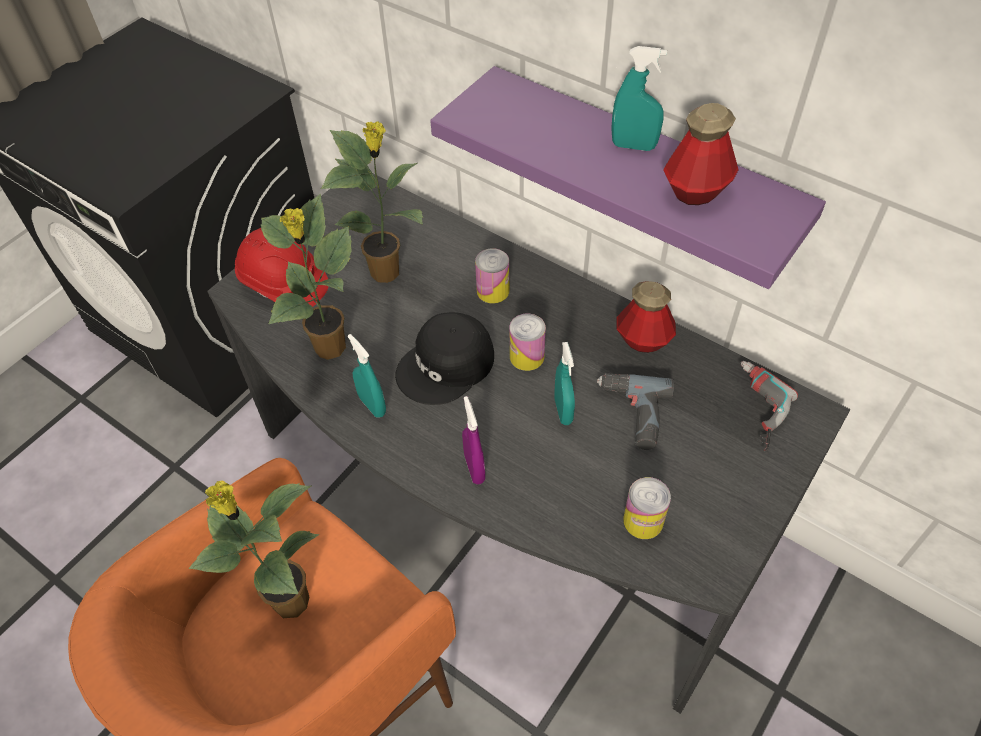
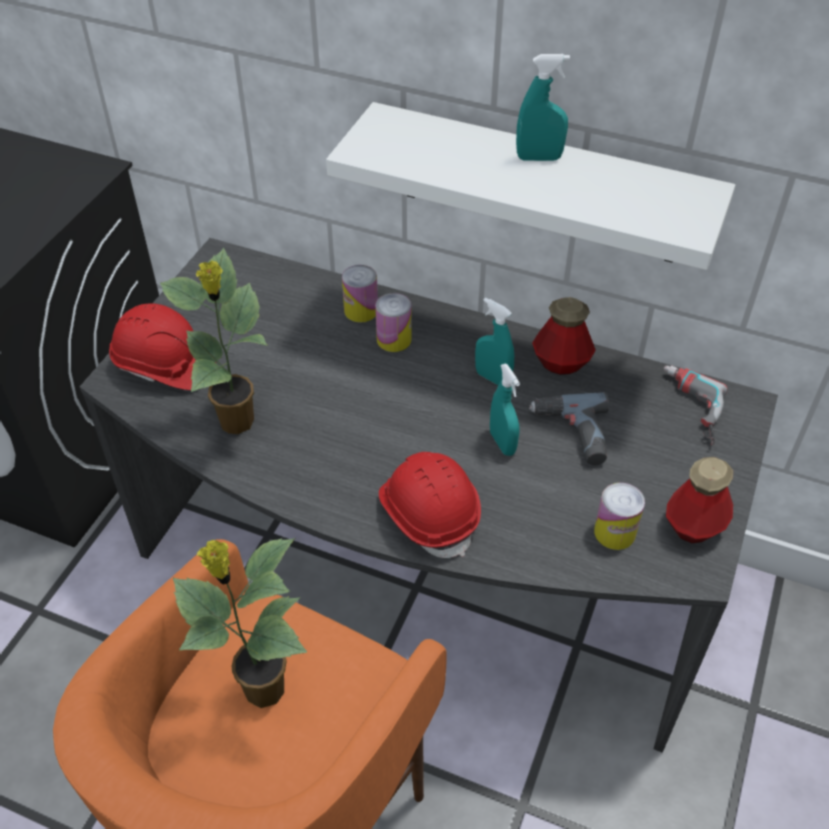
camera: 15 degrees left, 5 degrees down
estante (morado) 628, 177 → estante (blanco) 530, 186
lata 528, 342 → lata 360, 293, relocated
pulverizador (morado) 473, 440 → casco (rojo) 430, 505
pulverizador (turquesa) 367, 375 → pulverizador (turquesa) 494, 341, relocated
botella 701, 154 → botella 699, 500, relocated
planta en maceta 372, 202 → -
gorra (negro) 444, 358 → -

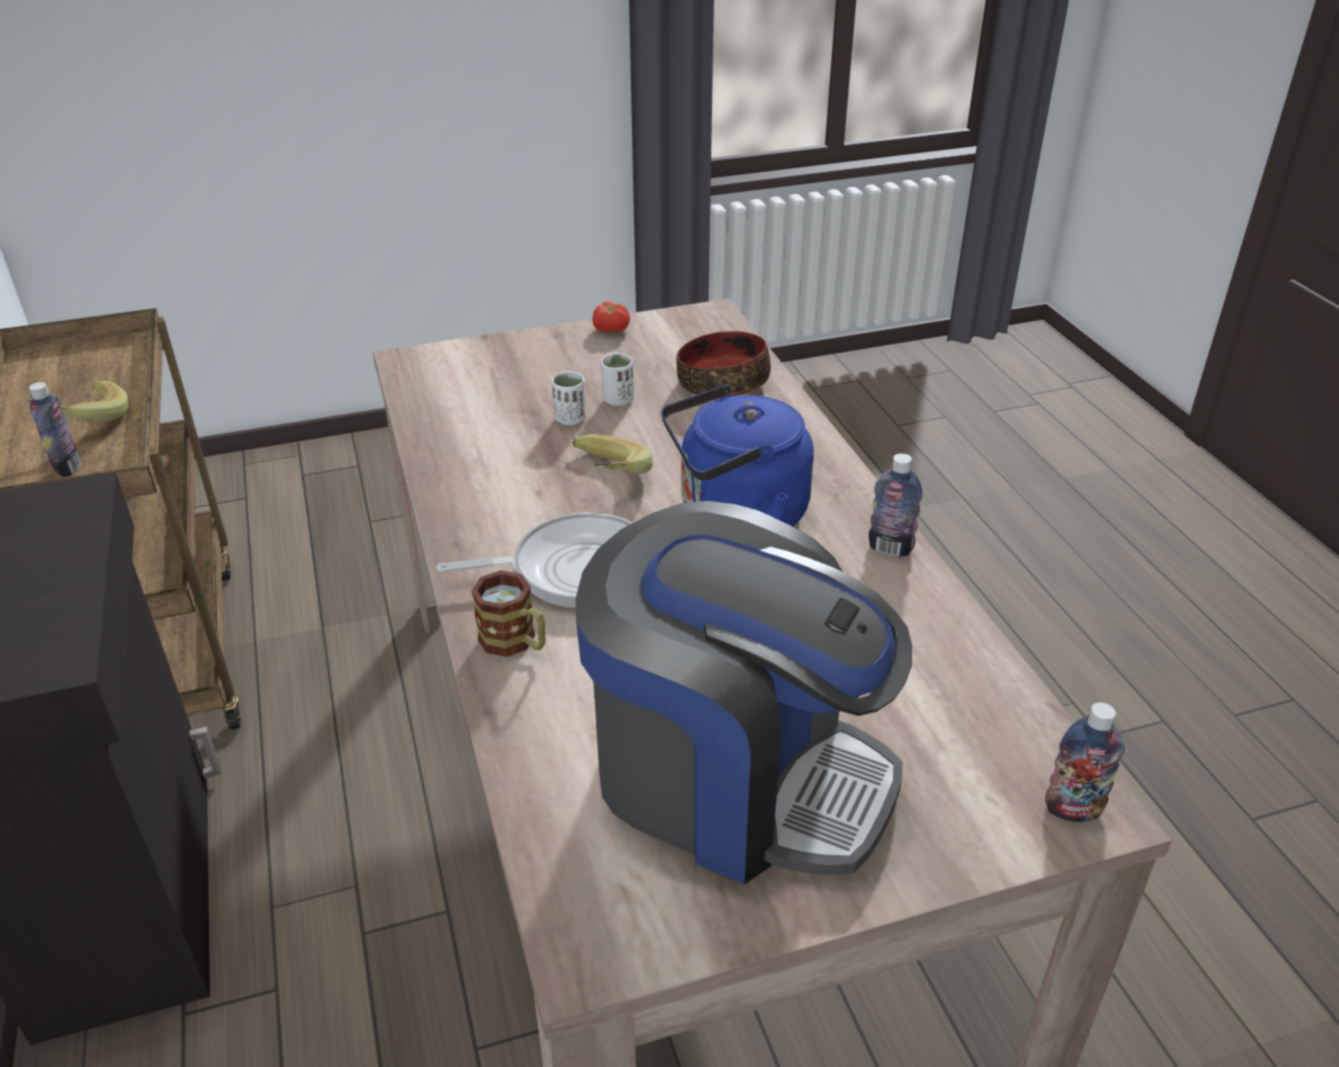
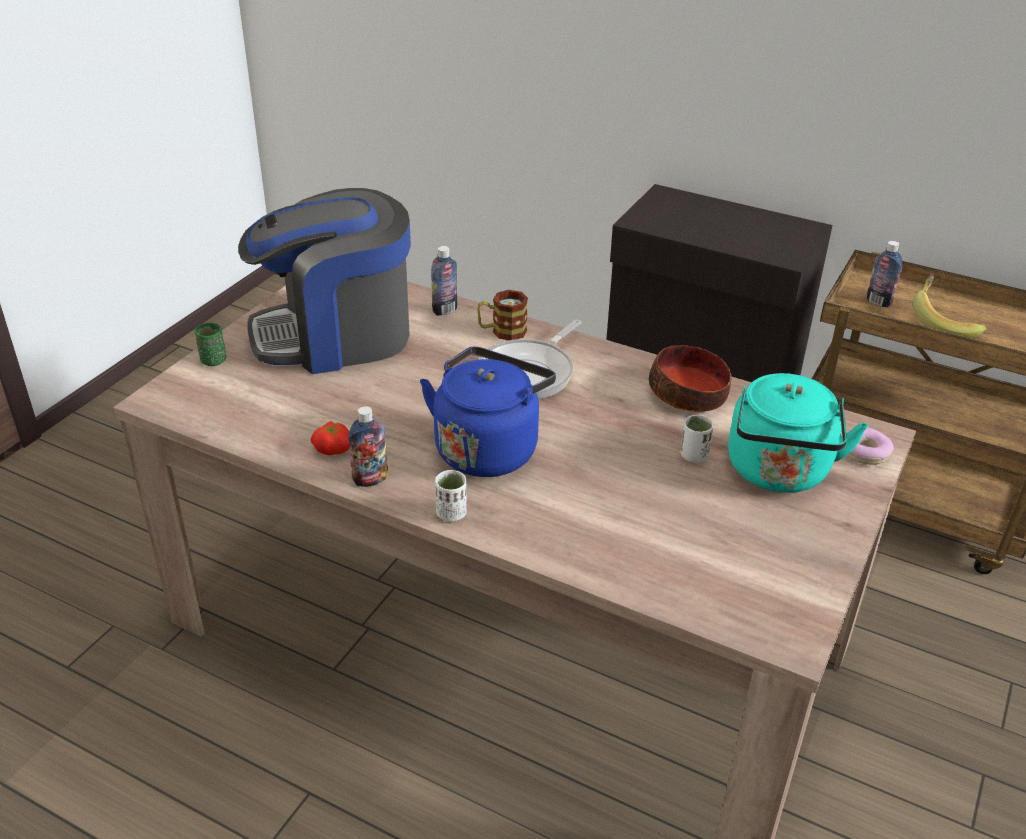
camera: 135 degrees right, 0 degrees up
- → taza (verde) 210, 344
tomate 611, 316 → tomate 330, 438, relocated
botella 1085, 762 → botella 444, 281, relocated
taza (blanco) 617, 379 → taza (blanco) 451, 496, relocated
cuenco 723, 363 → cuenco 690, 378, relocated
- → hervidor (turquesa) 798, 433
- → rosquilla 870, 446
plátano 612, 454 → -

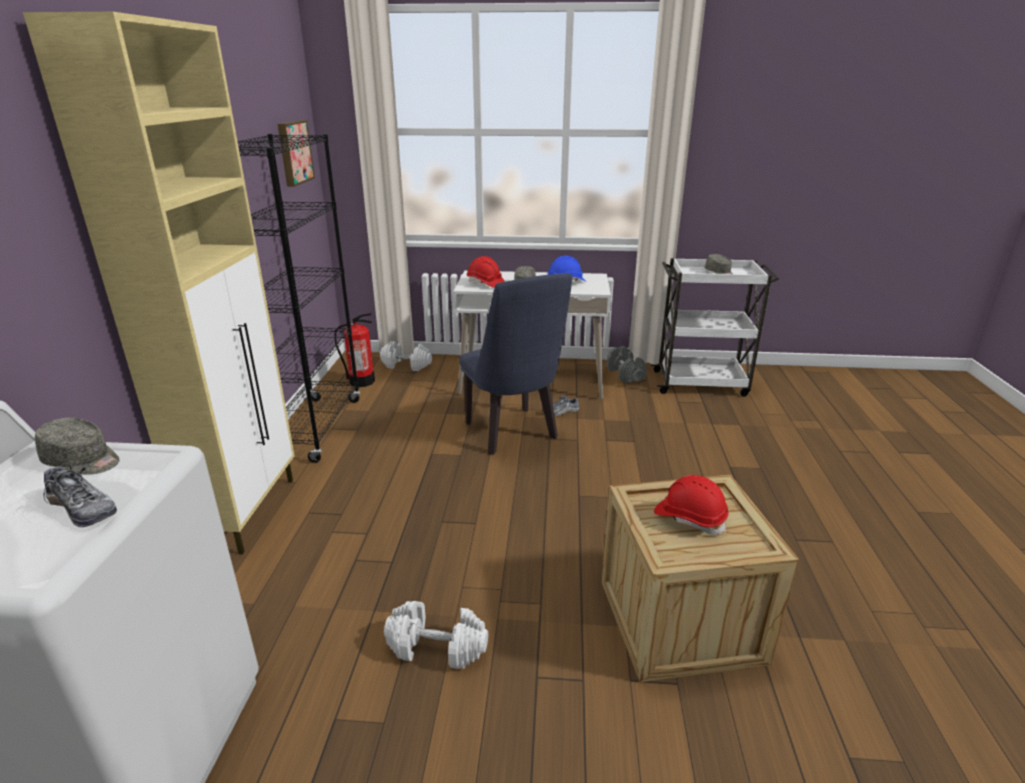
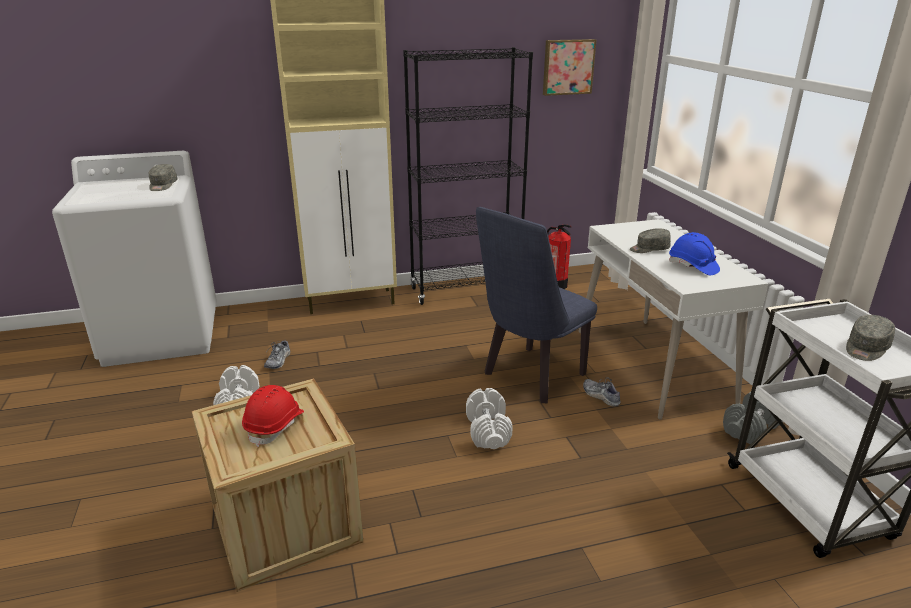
camera: 70 degrees right, 0 degrees up
zapato 80, 495 → zapato 277, 355, relocated
mancuerna (blanco) 406, 356 → mancuerna (blanco) 489, 418, relocated
casco (rojo) 486, 272 → -

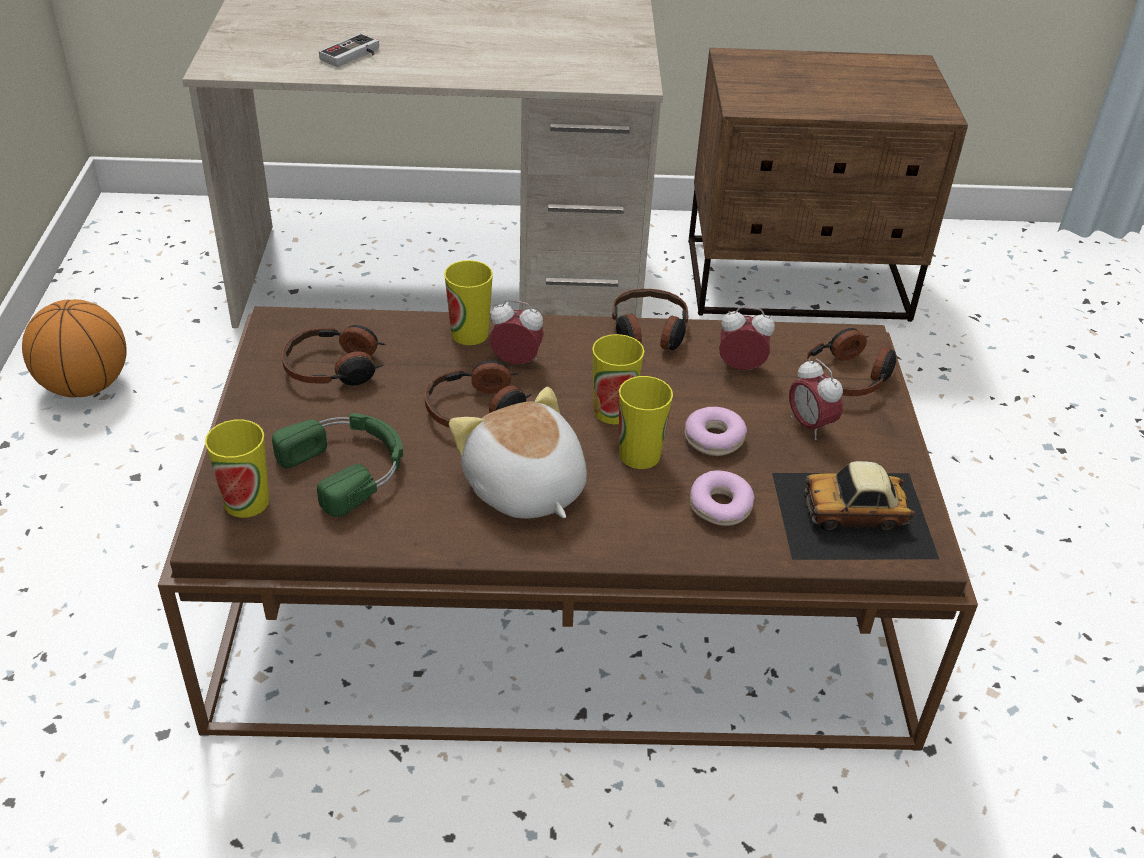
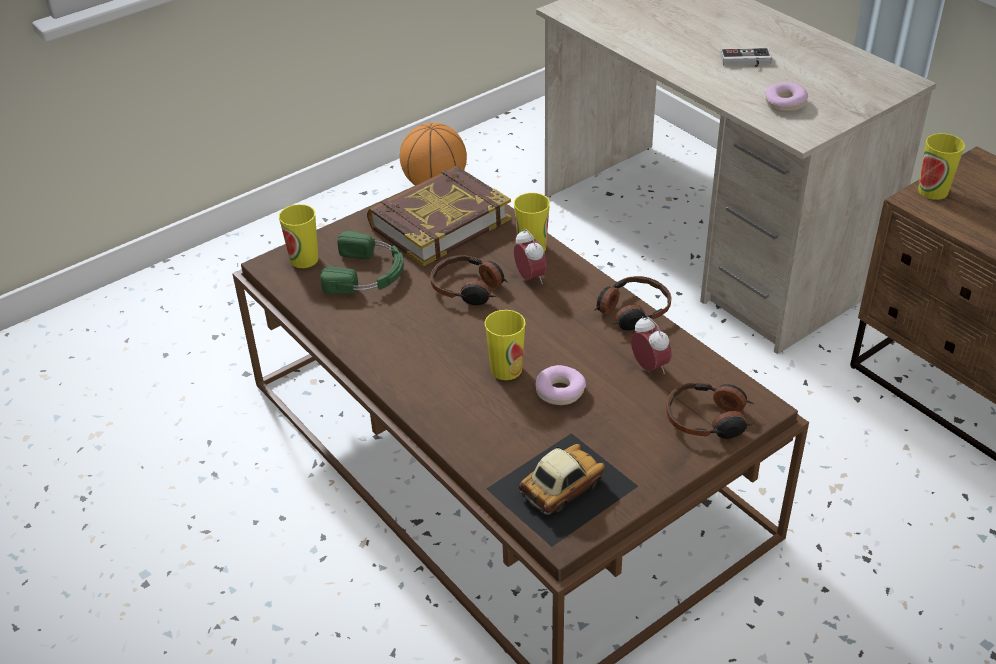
camera: 55 degrees right, 0 degrees up
auriculares 334, 355 → libro 439, 216
coche de juguete 856, 510 → coche de juguete 562, 490, 90 degrees clockwise
mando de consola 349, 50 → mando de consola 746, 57, relocated
rosquilla 722, 498 → rosquilla 786, 97, relocated
taza 618, 379 → taza 941, 166, relocated
peluche 518, 453 → -
despertador 816, 399 → -

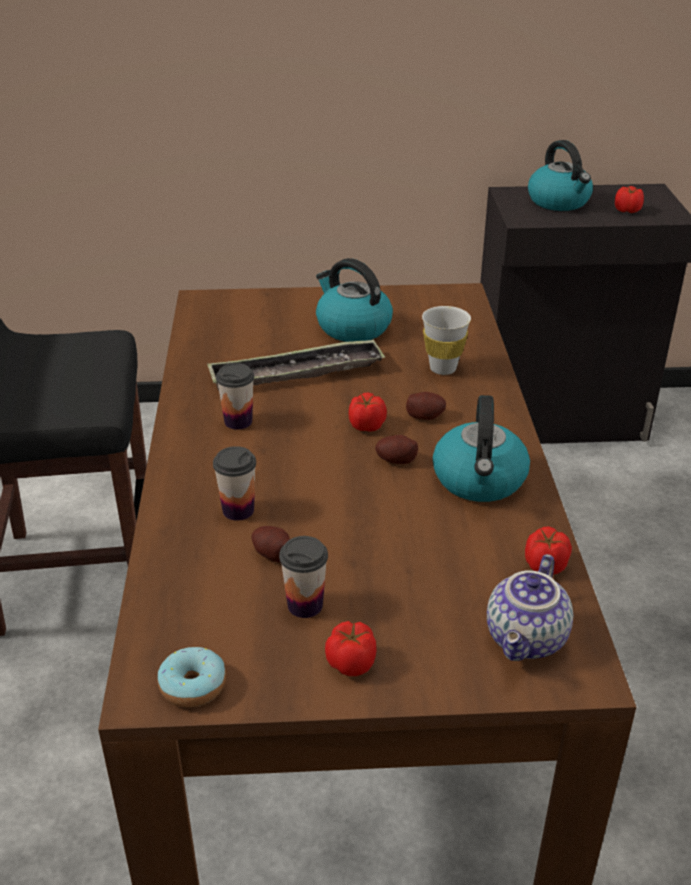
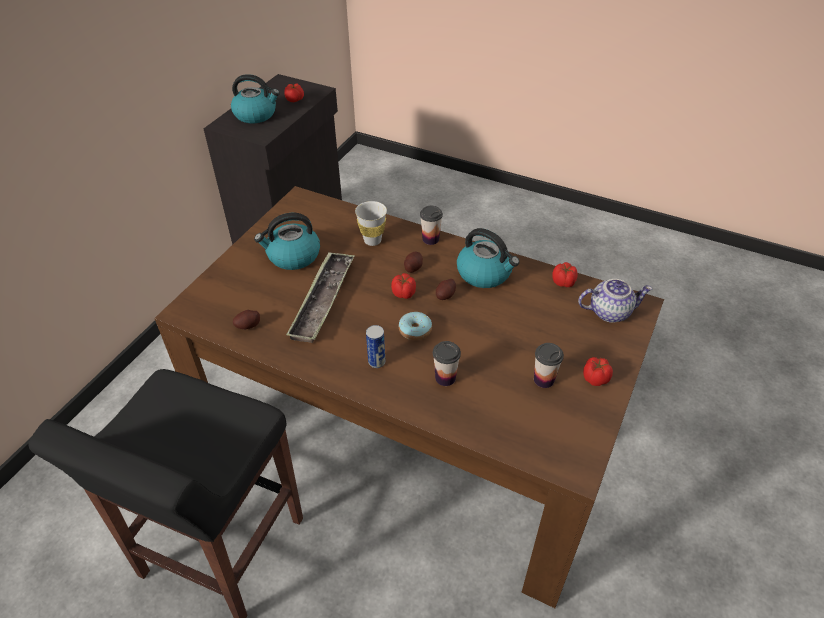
camera: 60 degrees left, 10 degrees up
patata 271, 544 → patata 246, 319, relocated
- → lata 375, 346
rosquilla 191, 677 → rosquilla 415, 326, relocated
taza 235, 396 → taza 431, 225, relocated
tetera 530, 607 → tetera 615, 301, 60 degrees counterclockwise

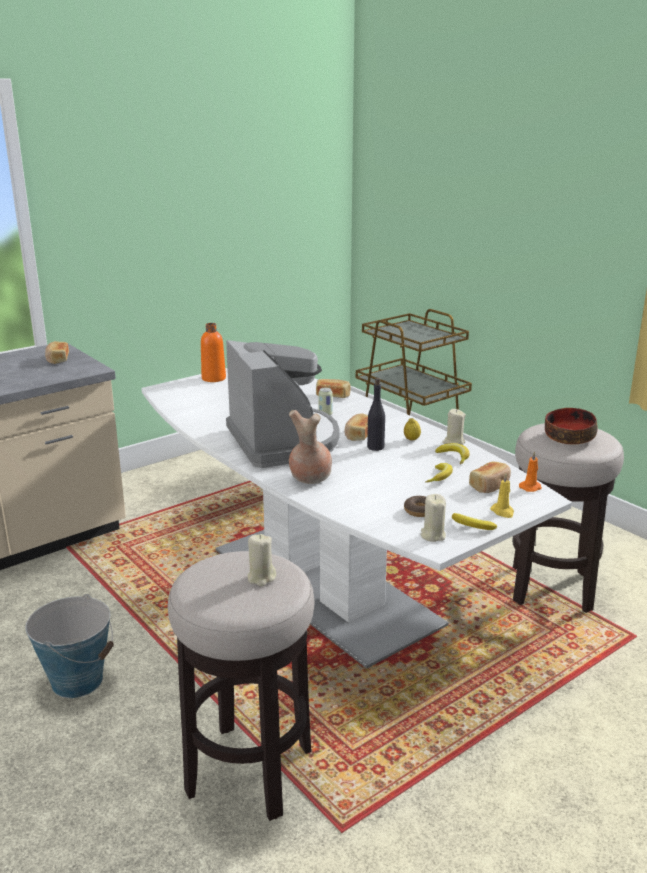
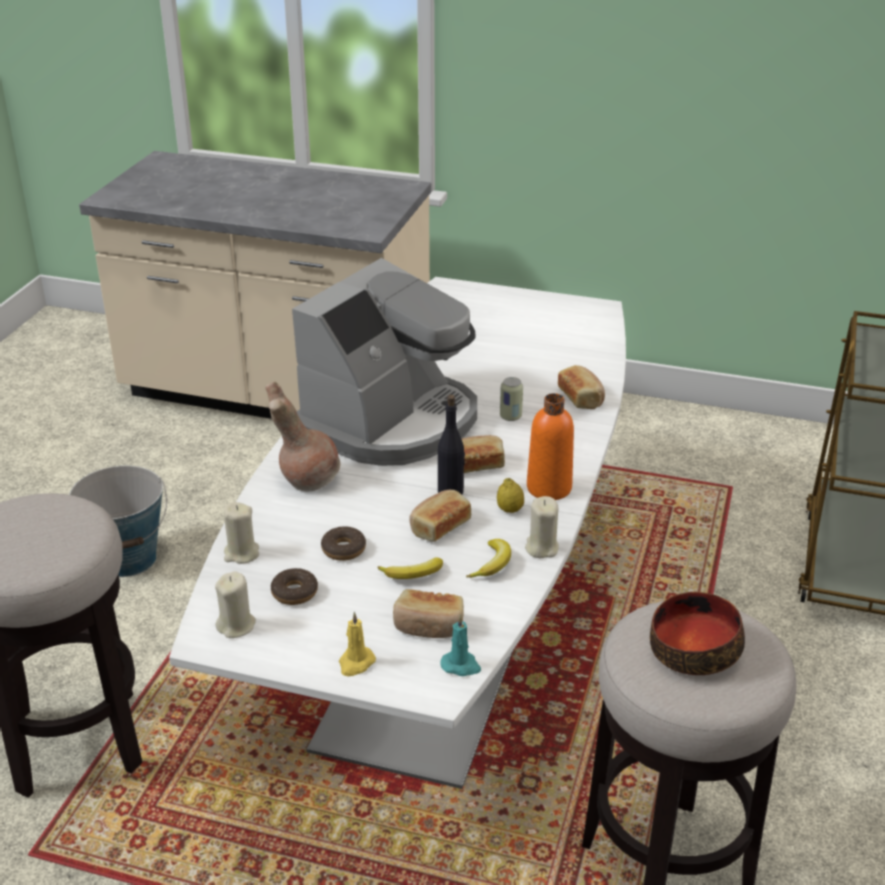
camera: 55 degrees right, 10 degrees up
vela (beis) 261, 560 → vela (beis) 241, 533, relocated
- → rosquilla 343, 543
pan 57, 352 → pan 440, 516, relocated
vela (naranja) 530, 471 → vela (turquesa) 460, 645
botella (naranja) 213, 352 → botella (naranja) 550, 446, relocated
plátano 474, 521 → -

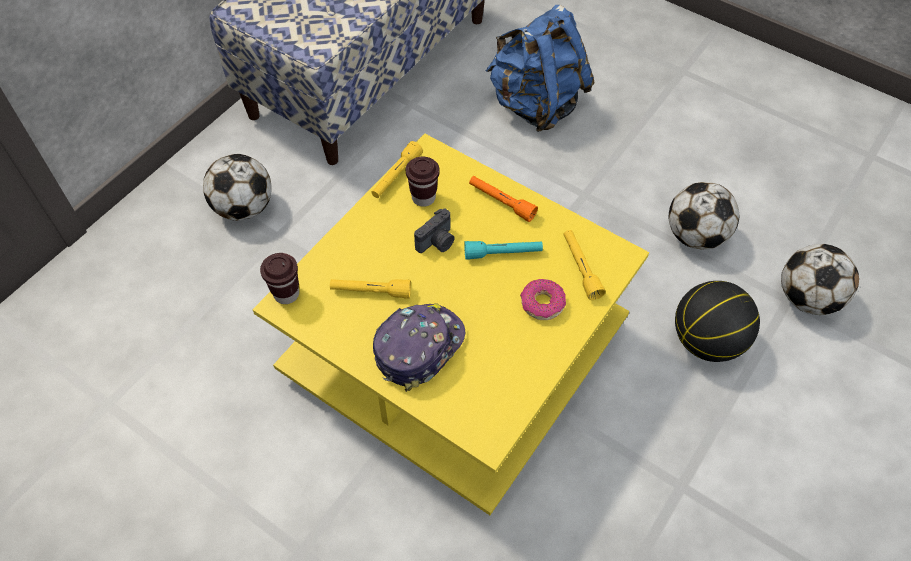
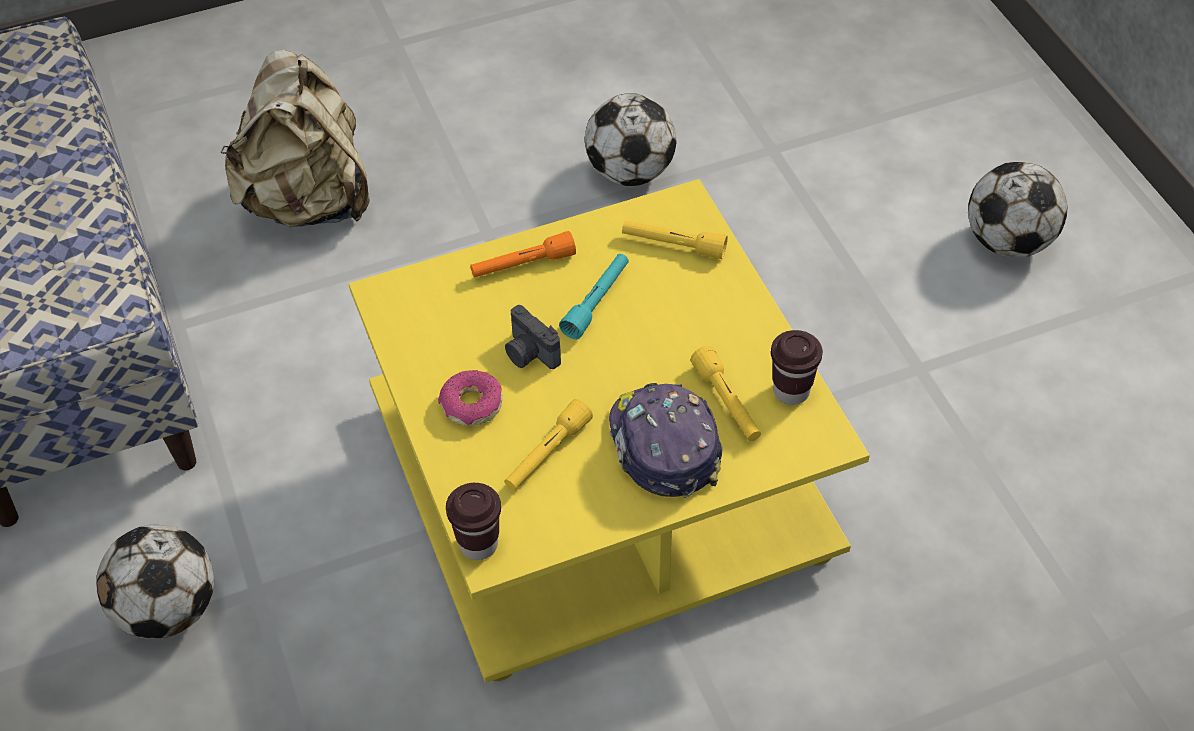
camera: 55 degrees left, 5 degrees down
mochila (azul) 540, 68 → mochila (beis) 295, 138
rosquilla 543, 299 → rosquilla 470, 397, relocated
cámara 434, 231 → cámara 533, 337, 150 degrees clockwise
linterna (amarillo) 397, 169 → linterna (amarillo) 725, 393, relocated
taza (marrón) 423, 182 → taza (marrón) 797, 367, relocated
balón de fútbol 820, 279 → balón de fútbol 1018, 210, relocated
balón de baloncesto 717, 321 → -

